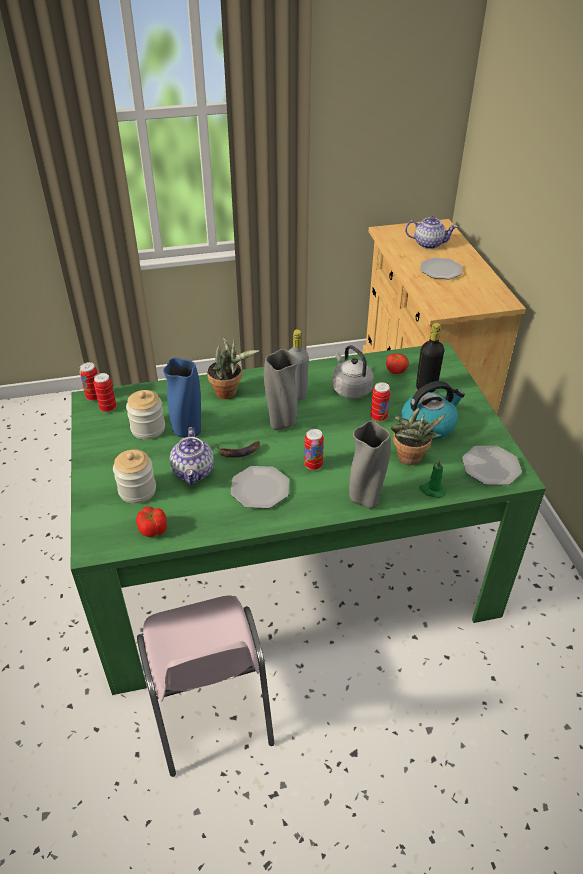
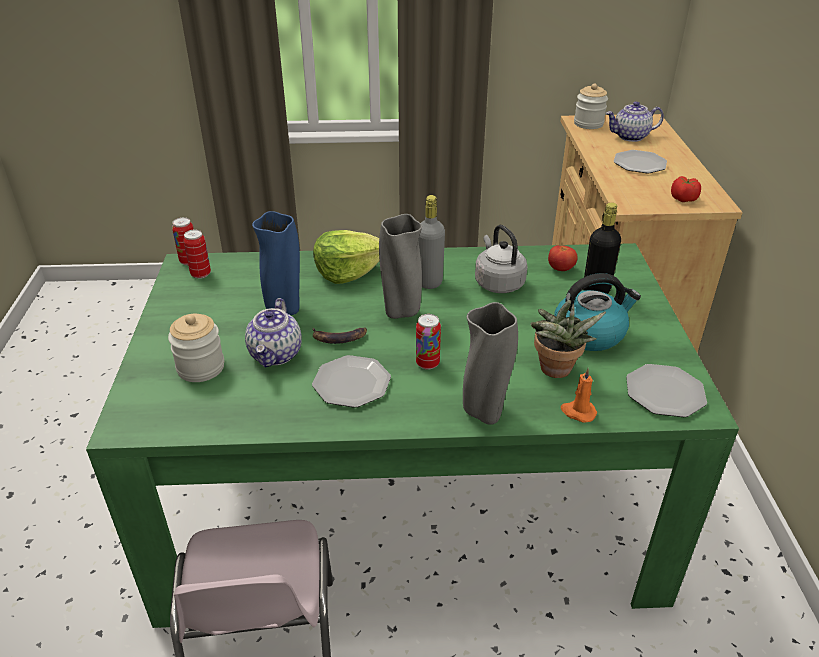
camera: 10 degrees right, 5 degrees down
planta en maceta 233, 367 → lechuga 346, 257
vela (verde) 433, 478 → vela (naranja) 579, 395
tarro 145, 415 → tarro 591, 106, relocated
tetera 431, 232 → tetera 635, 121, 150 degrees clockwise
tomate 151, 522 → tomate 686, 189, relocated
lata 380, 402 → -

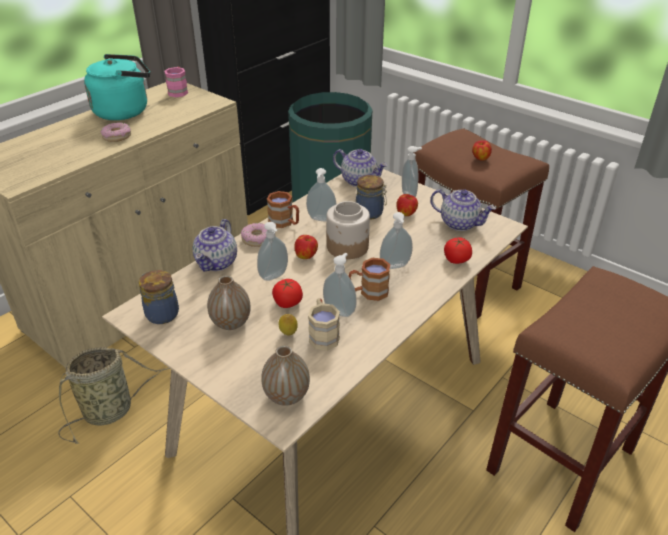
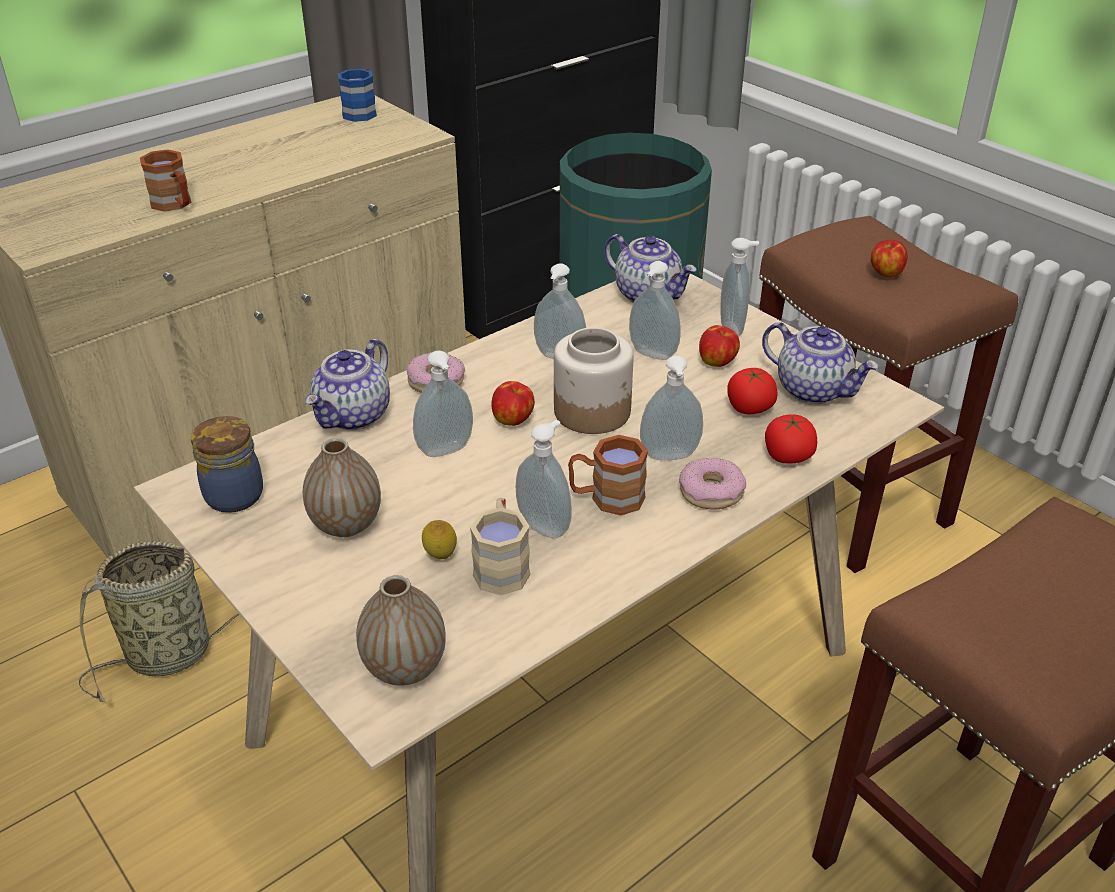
camera: 10 degrees right, 0 degrees up
taza grande (marrón) 283, 209 → taza grande (marrón) 166, 180, relocated
taza grande (rosa) 176, 82 → taza grande (azul) 357, 95
tarro 371, 197 → dispensador de jabón 655, 310
rosquilla 116, 132 → rosquilla 712, 484, relocated
tomate 287, 293 → tomate 752, 391, relocated
hervidor (turquesa) 117, 87 → -

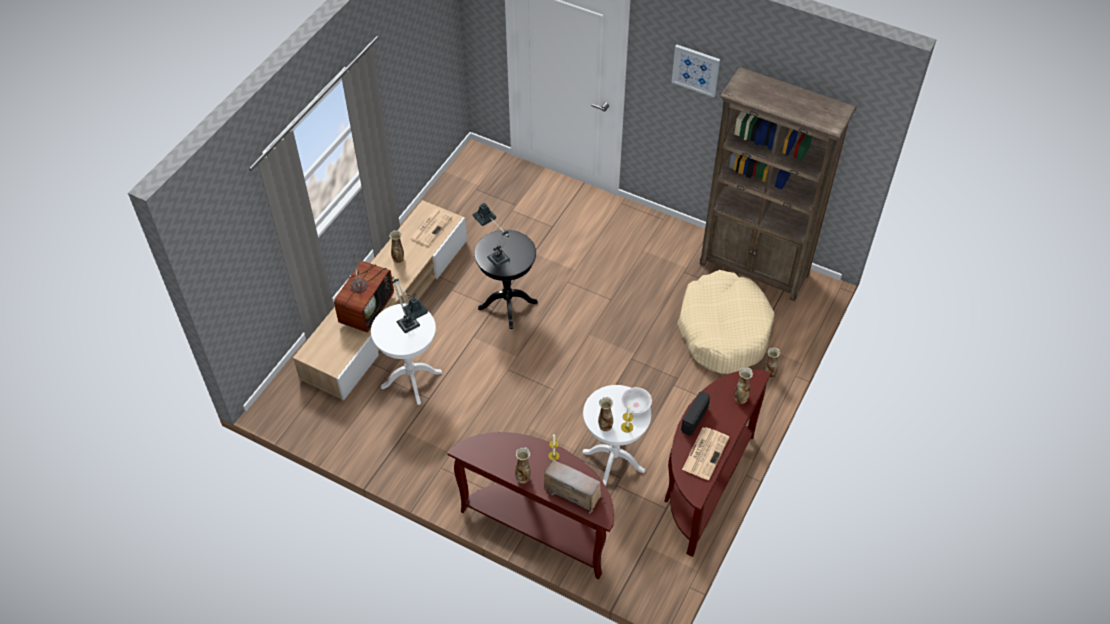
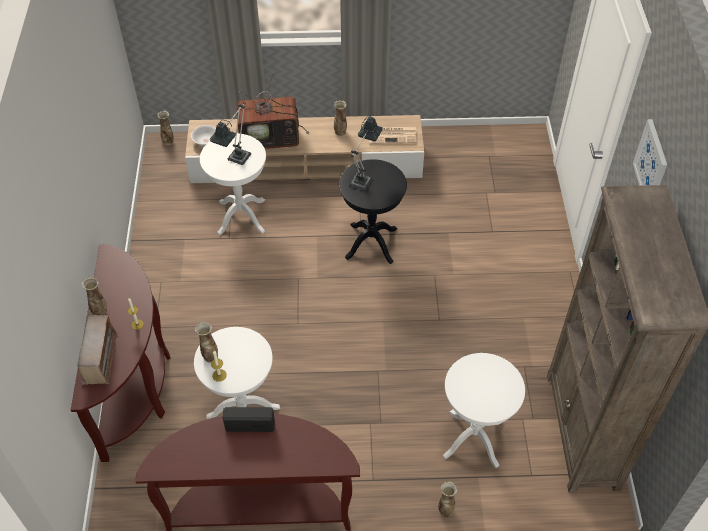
camera: 60 degrees right, 0 degrees up
florero 743, 385 → florero 165, 127, relocated
cuenco (blanco) 636, 400 → cuenco (blanco) 203, 135, relocated
cama para perro (beis) 726, 322 → mesa auxiliar (blanco) 484, 410
periódico 705, 453 → -

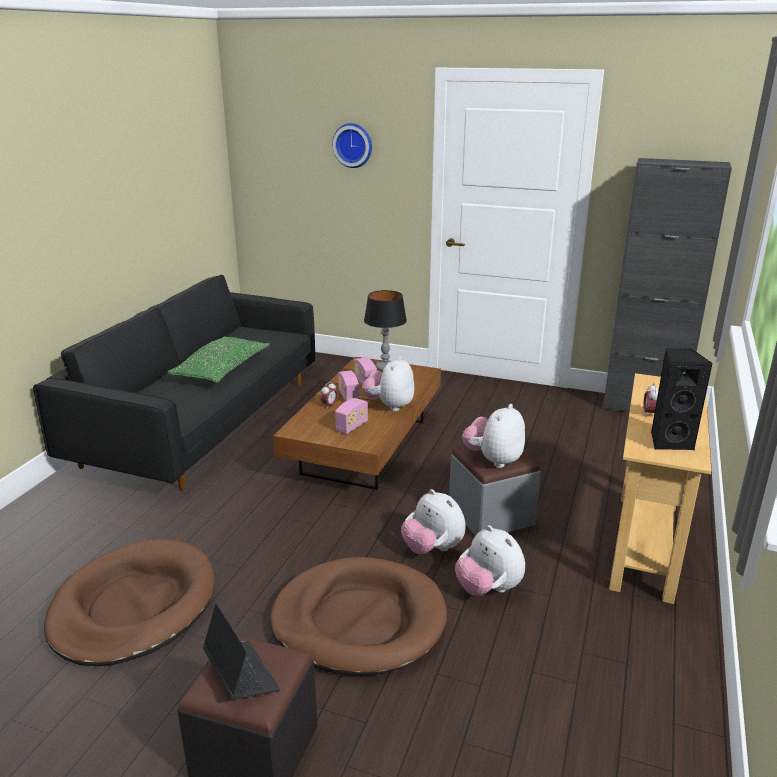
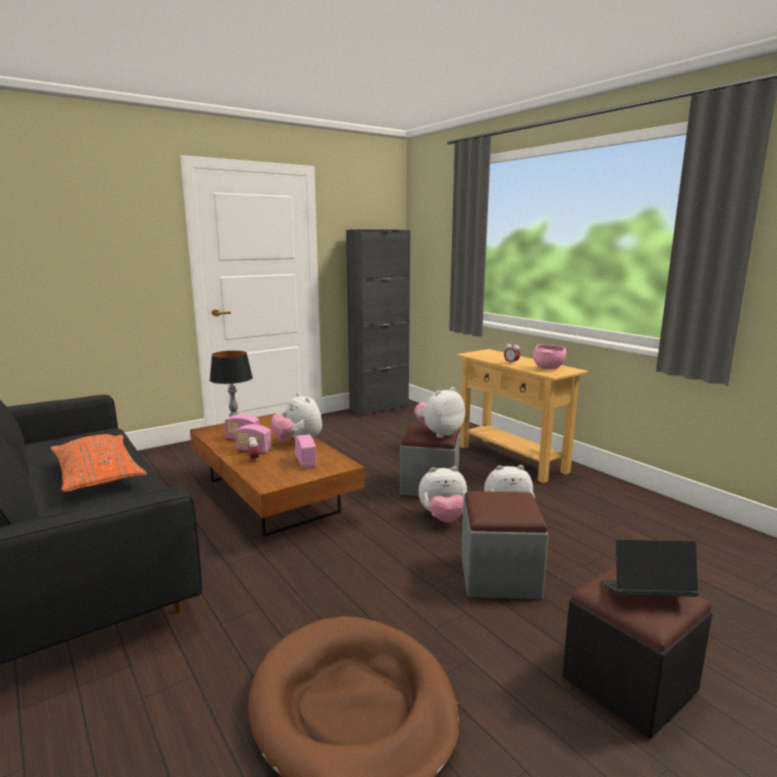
camera: 55 degrees left, 10 degrees down
cojín (verde) 219, 360 → cojín (naranja) 99, 463
peluche 493, 436 → peluche 439, 412, 75 degrees clockwise
cama para perro (marrón) 358, 616 → puf (gris) 505, 545
altavoz (negro) 682, 399 → cuenco (rosa) 549, 356
reloj de pared 352, 145 → -

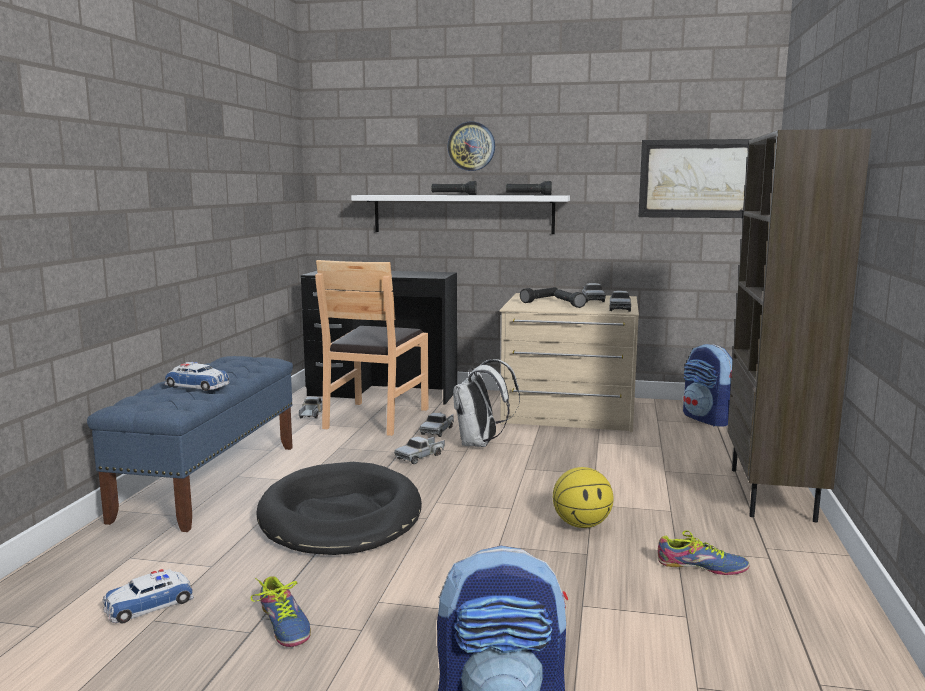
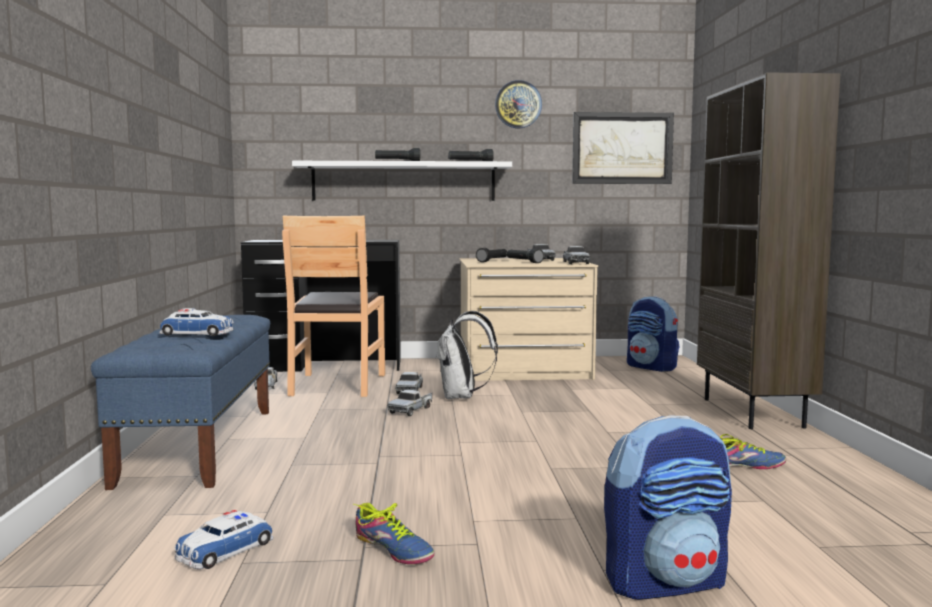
camera: 15 degrees left, 5 degrees down
reloj de pared 471, 146 → reloj de pared 518, 104, relocated
cama para perro (negro) 339, 508 → -
balón de baloncesto 583, 497 → -

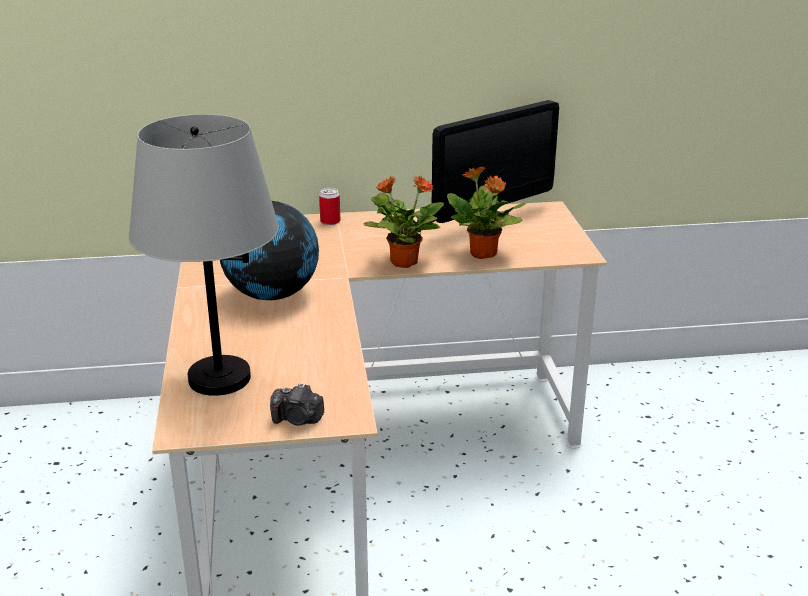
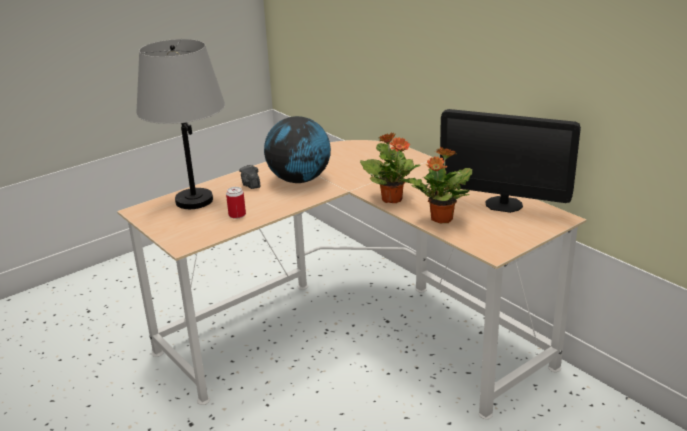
camera: 60 degrees right, 0 degrees up
lata 329, 206 → lata 236, 203, relocated
cámara 297, 404 → cámara 250, 177, relocated

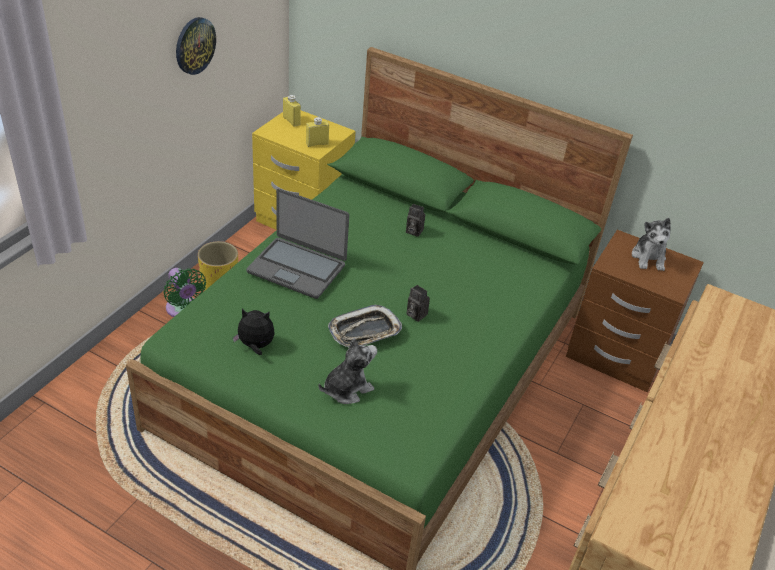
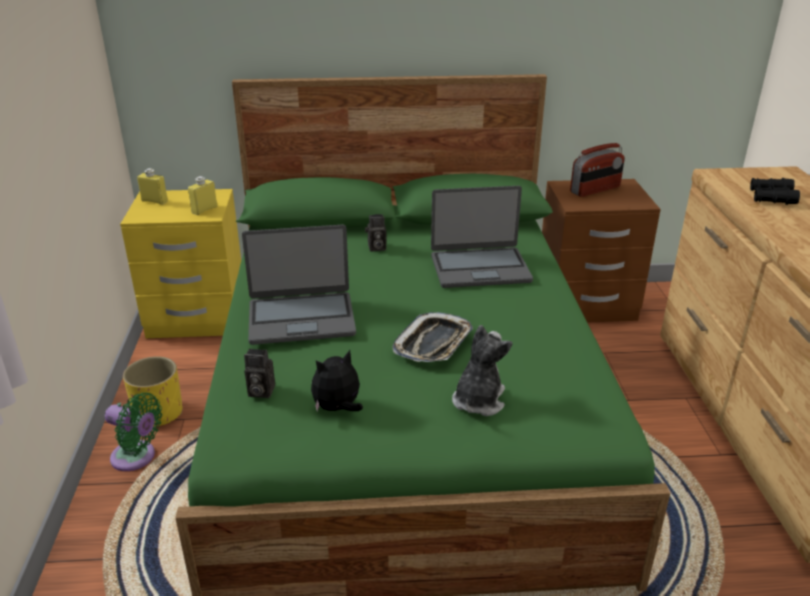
camera: 30 degrees left, 10 degrees down
cámara 418, 303 → cámara 259, 373, relocated
- → portátil 482, 237
peluche 651, 244 → radio 597, 170
- → prismáticos (negro) 775, 191
reloj de pared 196, 46 → -

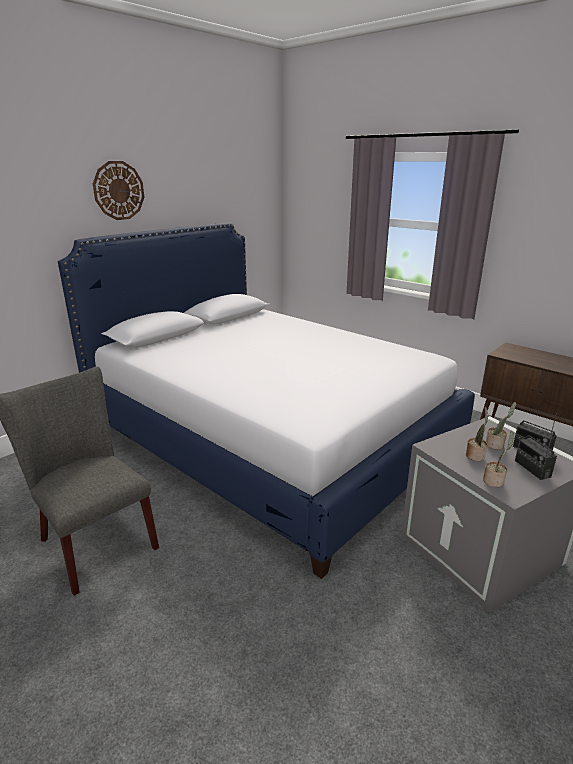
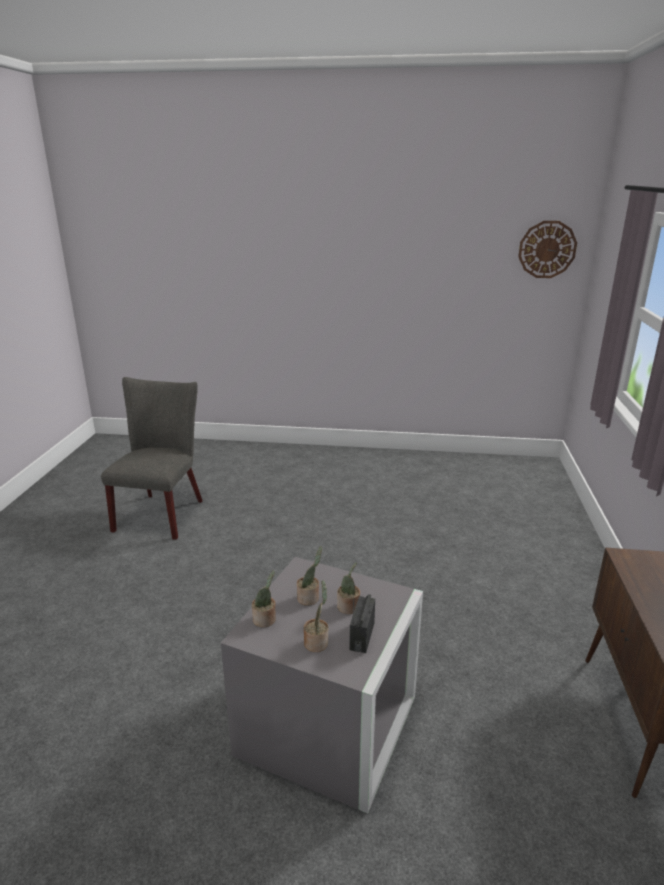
camera: 55 degrees right, 0 degrees up
radio 536, 455 → planta en maceta 316, 616
reloj de pared 118, 190 → reloj de pared 547, 249, relocated
cama 266, 400 → -

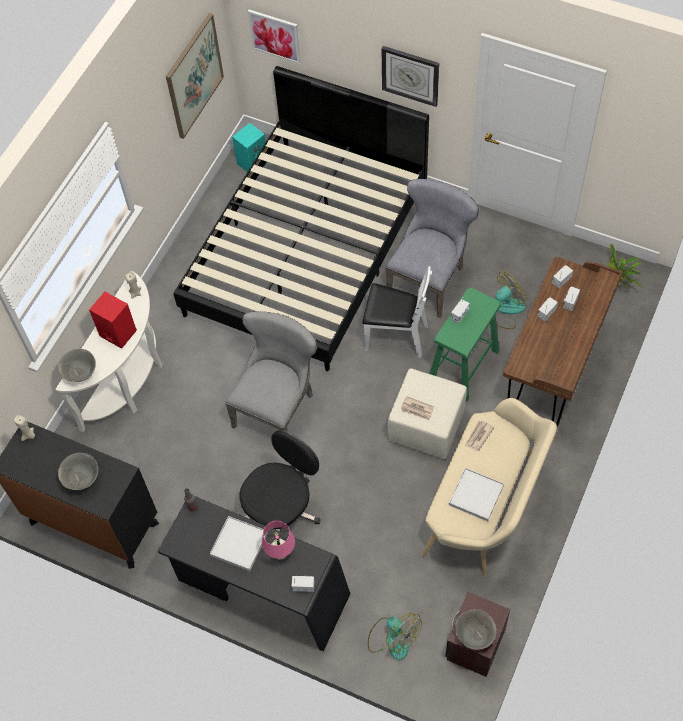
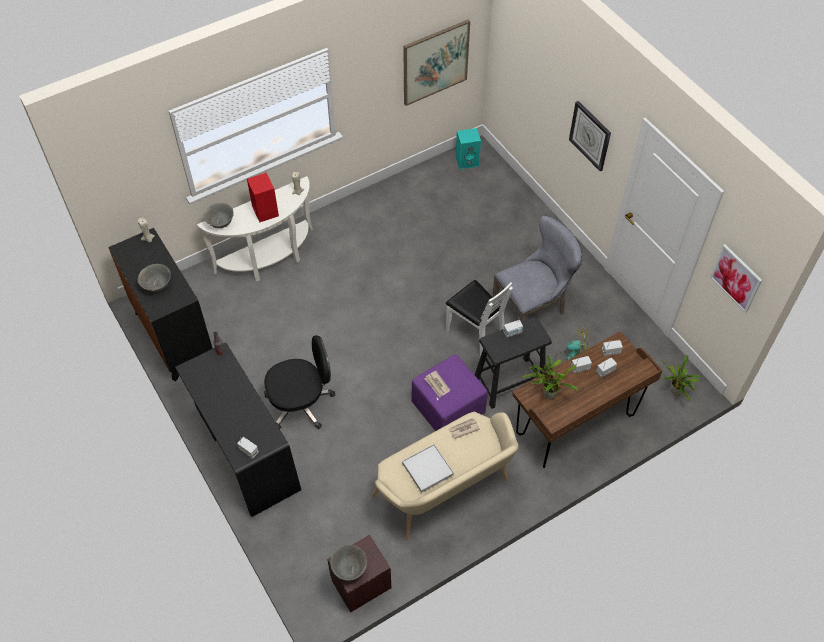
camera: 30 degrees right, 5 degrees down
puf (beis) 427, 413 → puf (morado) 449, 392
taburete (verde) 466, 345 → taburete (negro) 513, 363
- → planta en maceta 550, 376
cuadro 274, 37 → cuadro 736, 278, relocated
cama (negro) 301, 218 → -
bandeja (blanco) 239, 543 → -
silla (gris) 271, 371 → -
lámpara de mesa (rosa) 278, 540 → -
ventilador 395, 636 → -

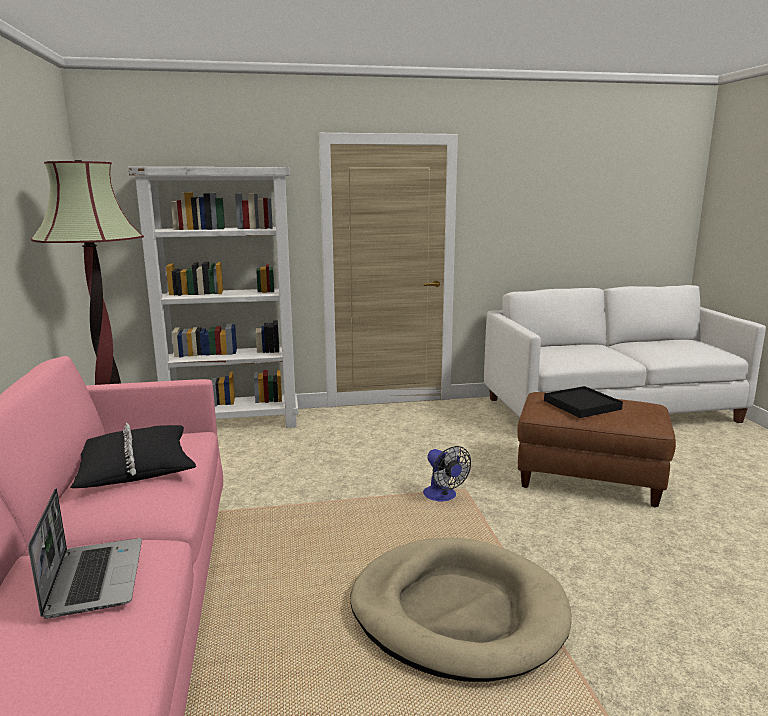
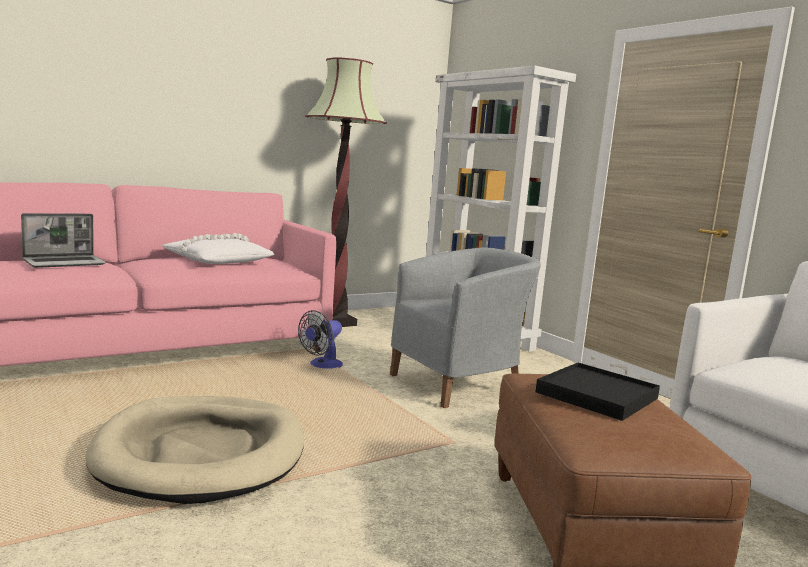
camera: 65 degrees right, 5 degrees down
cojín (negro) 133, 455 → cojín (blanco) 218, 248
ventilador 447, 473 → ventilador 320, 339, relocated
- → sillón (gris) 465, 328

